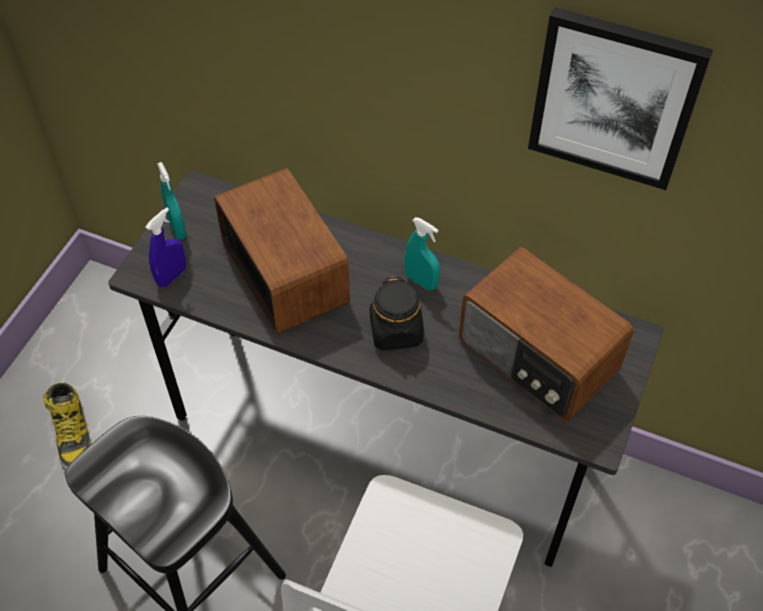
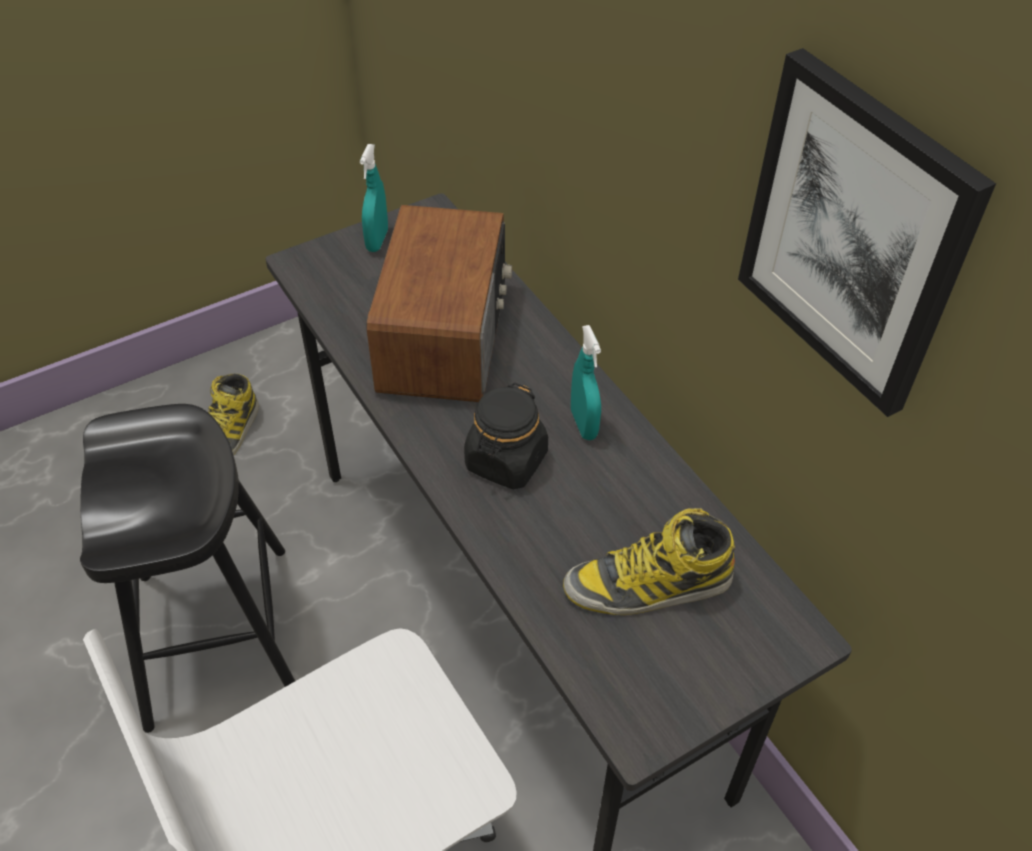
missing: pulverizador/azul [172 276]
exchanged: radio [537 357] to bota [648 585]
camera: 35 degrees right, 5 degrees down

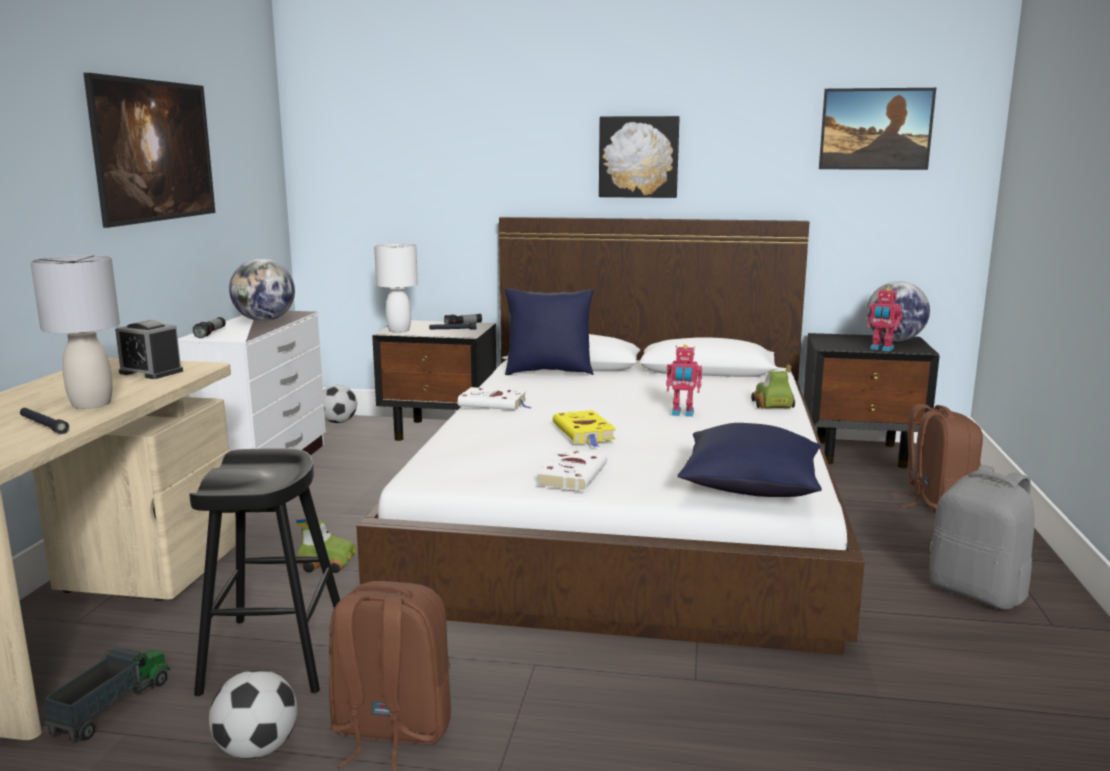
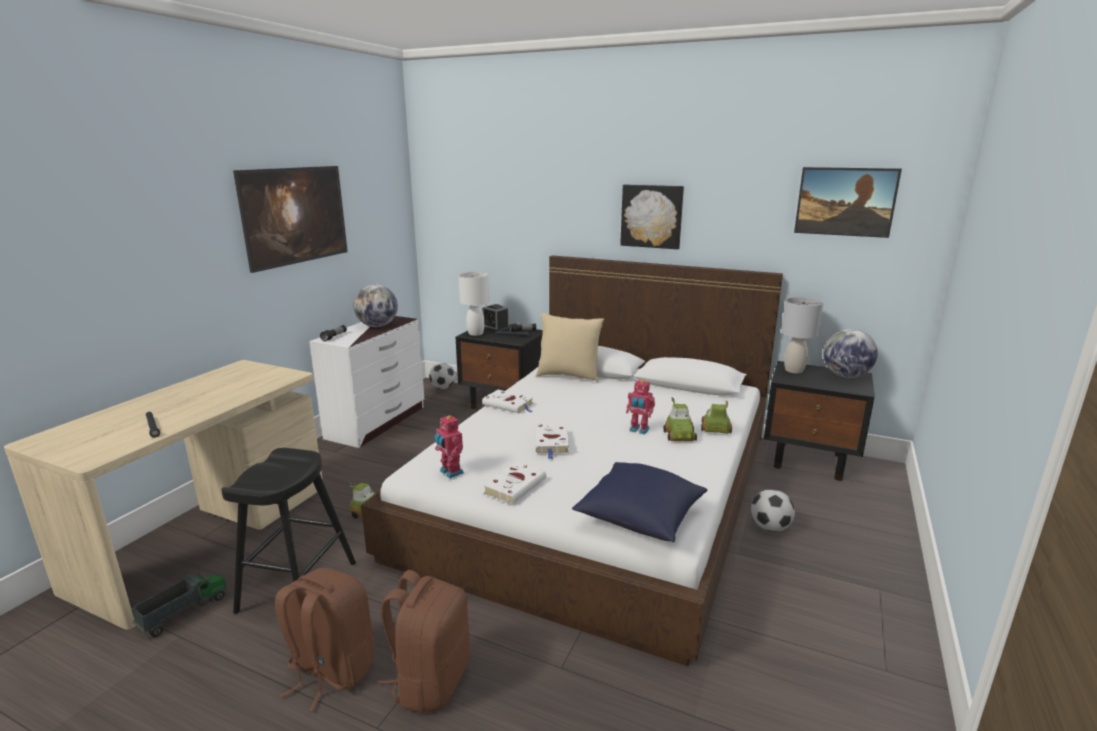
missing: mochila/gris [977 592]
appeared: coche de juguete [680 436]
relocated: lámpara de mesa/gris [90 404] to [793 370]; robot de juguete [881 349] to [450 472]; despertador [151 372] to [495 327]; mochila/marrón [935 503] to [430 680]; balón de fútbol [257 749] to [770 527]
colour: cojín/azul [548 372] to cojín/beis [568 376]; libro/amarillo [585 432] to libro/blanco [551 443]
camera: 15 degrees right, 5 degrees up

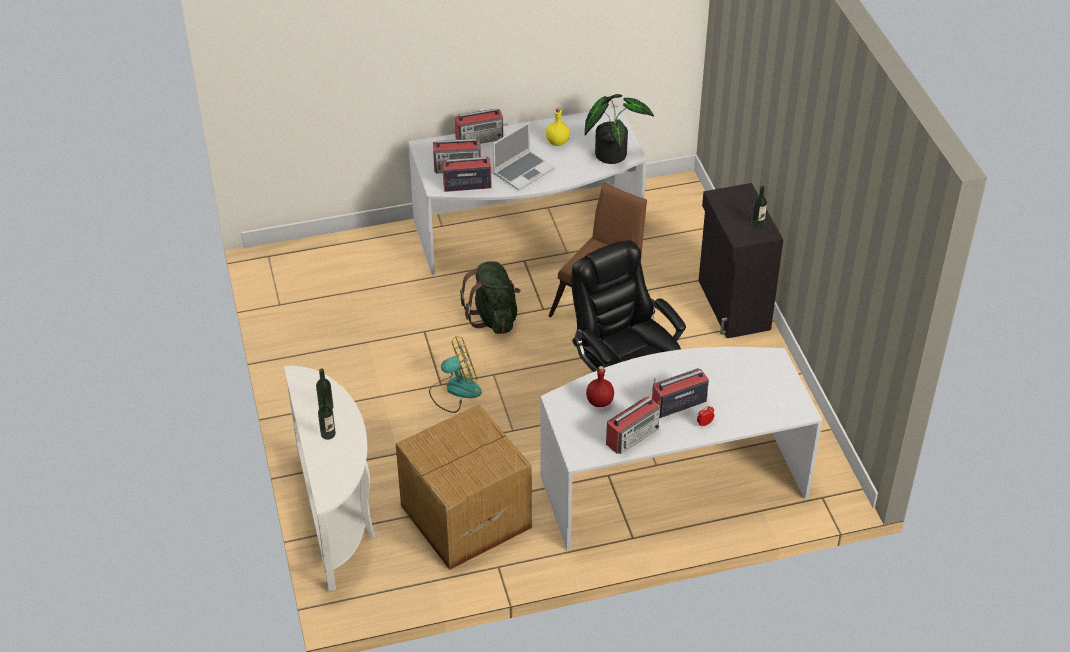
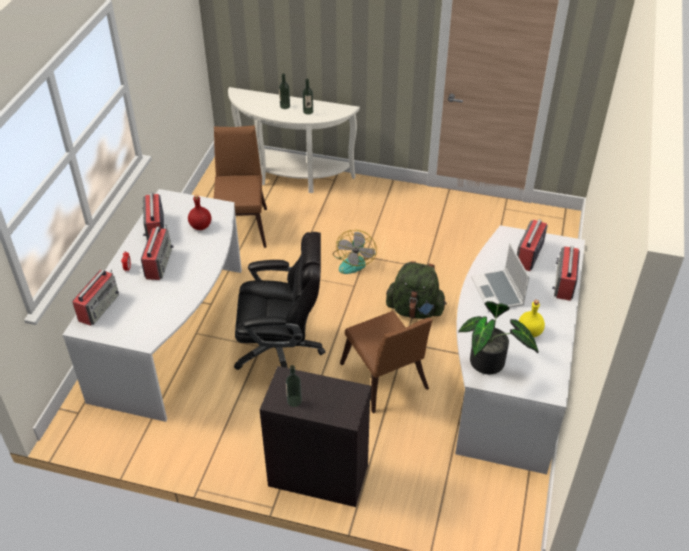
relocated: radio [466 185] to [99 307]
exchanged: caja de cartón [463 516] to silla/marrón [241 224]
camera: 120 degrees right, 0 degrees up

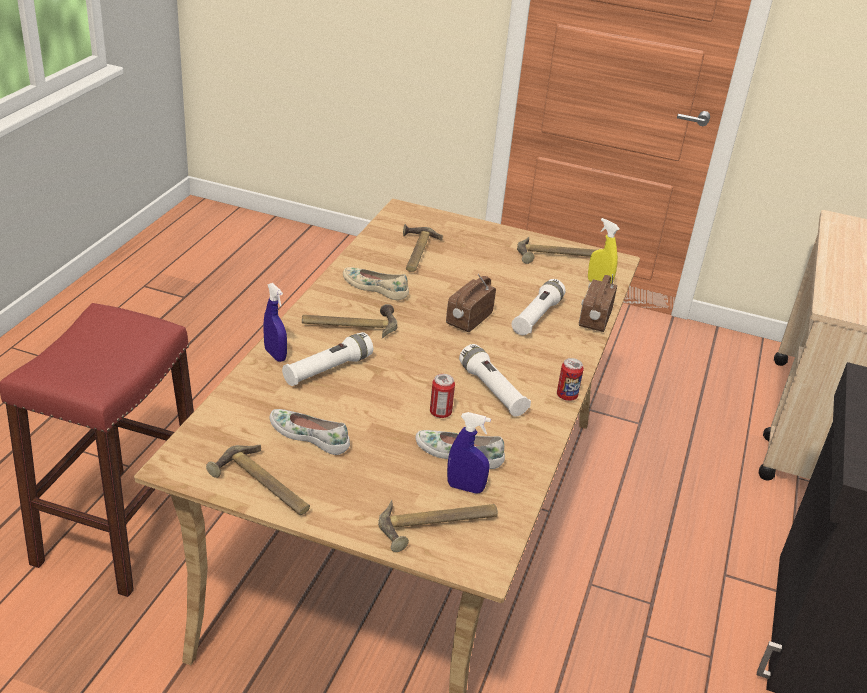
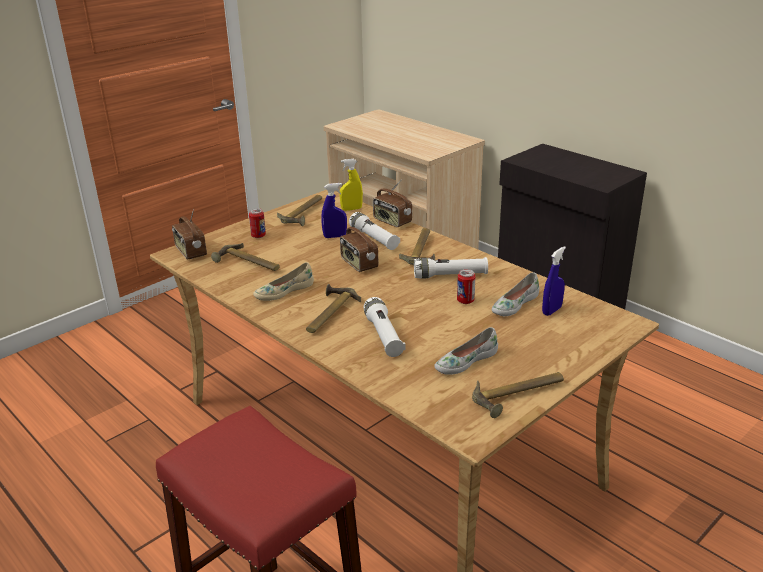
appeared: radio [190 252]
relocated: pulverizador/azul [275 355] to [335 236]; lata [566 396] to [258 236]; martillo [438 526] to [423 250]
camera: 60 degrees left, 5 degrees down

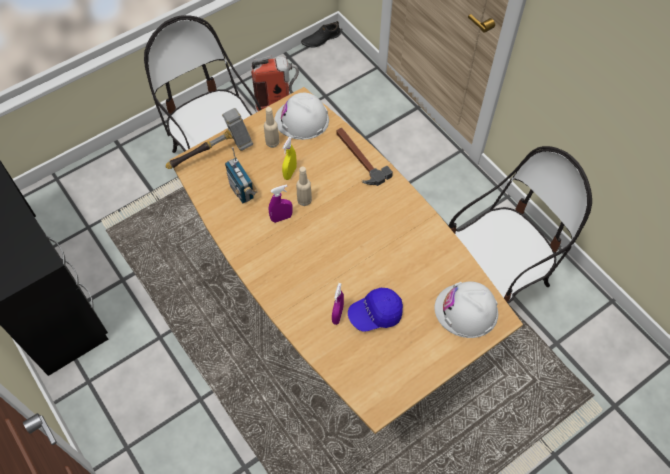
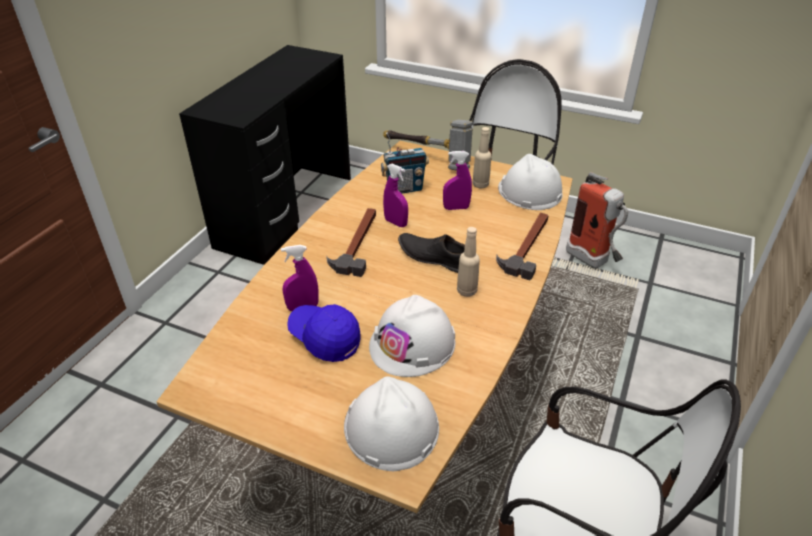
appeared: martillo [357 243]; casco/blanco [413 344]
relocated: zapato/negro [321 39] to [435 257]; botella/beis [304 200] to [467 291]
colour: pulverizador/amarillo [290 173] to pulverizador/morado [456 208]
spun: radio [242 191] = [404 189] 135 degrees counterclockwise
camera: 60 degrees right, 20 degrees down

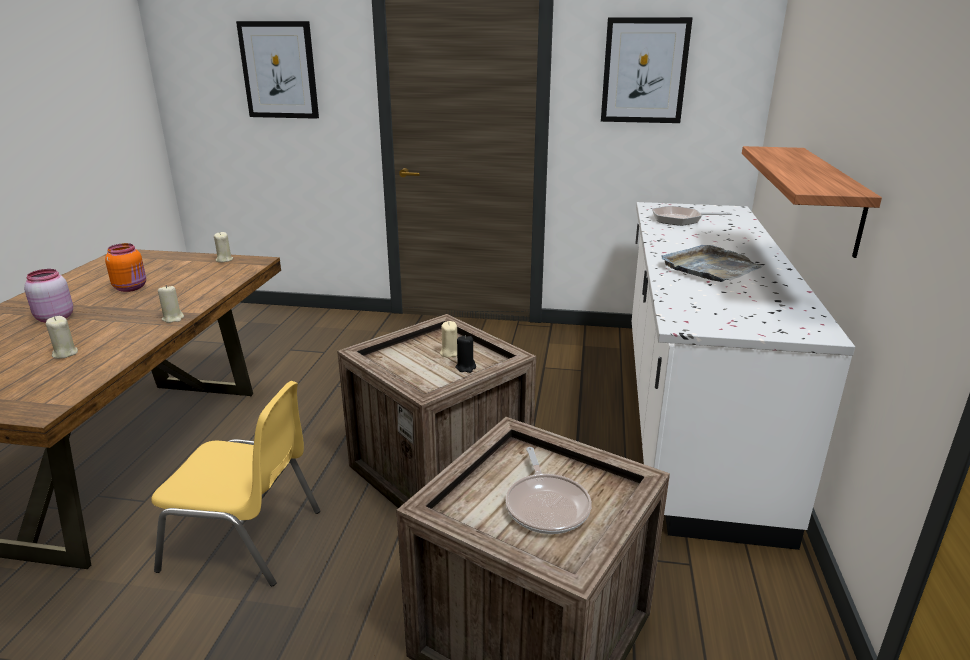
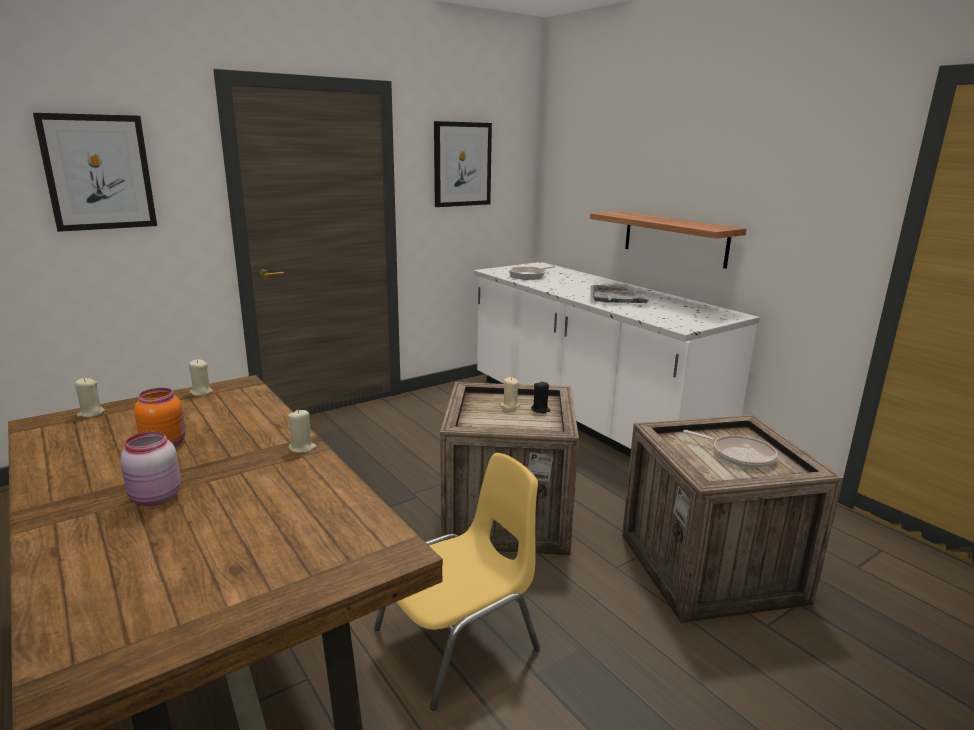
relocated: vela/beis [65 353] to [91 413]
camera: 45 degrees left, 5 degrees down

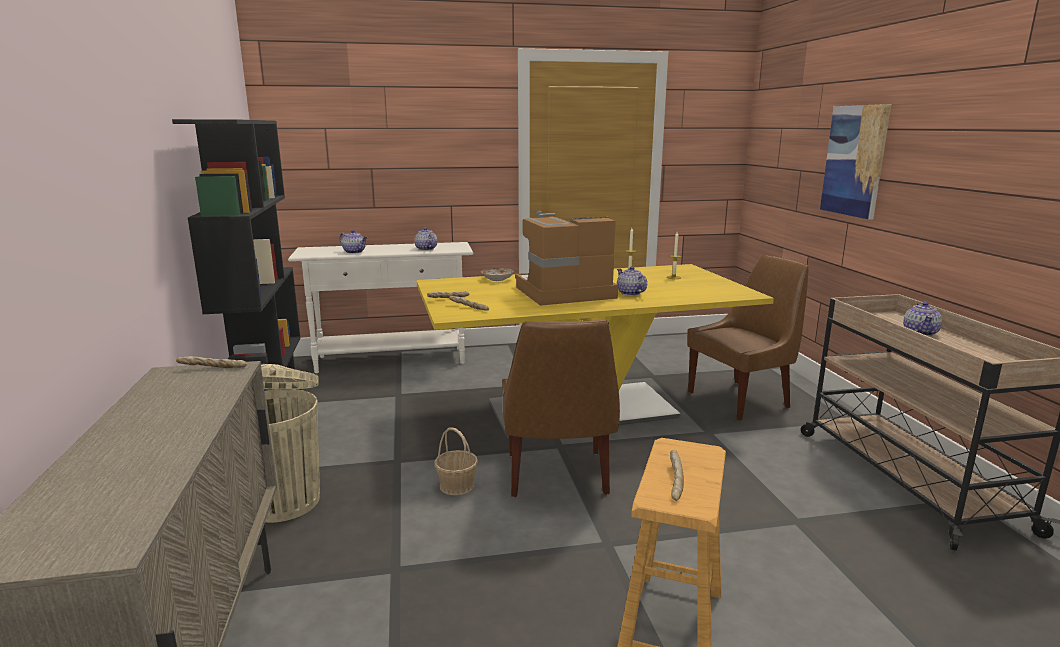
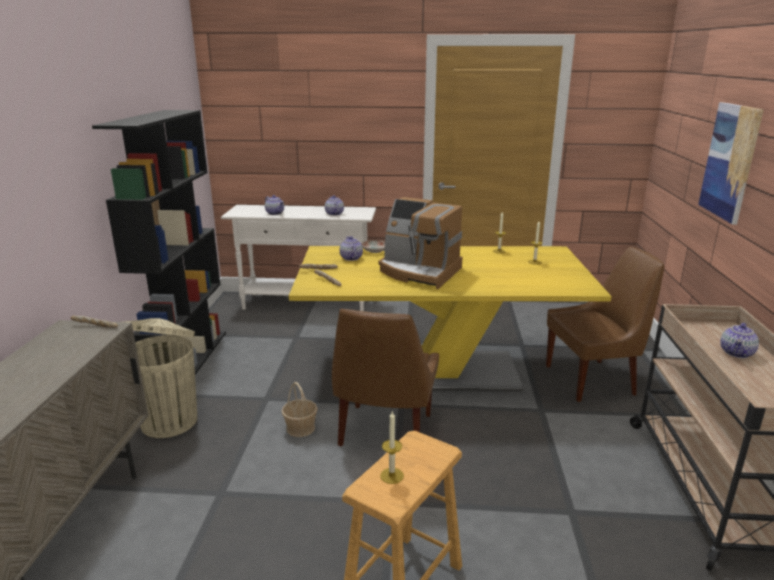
relocated: tetera [630 293] to [351 258]
exchanged: pan [673 481] to vela [392 475]
spun: cafetera [563 293] = [419 272] 150 degrees counterclockwise
camera: 15 degrees right, 5 degrees up

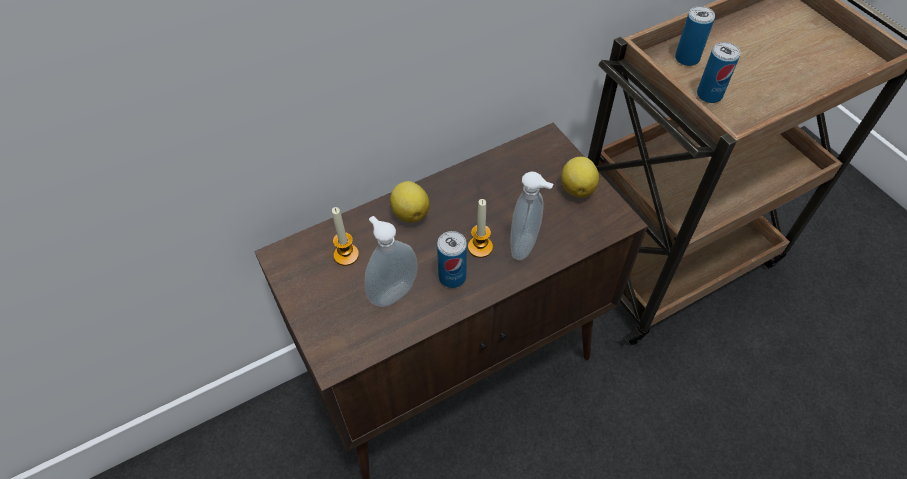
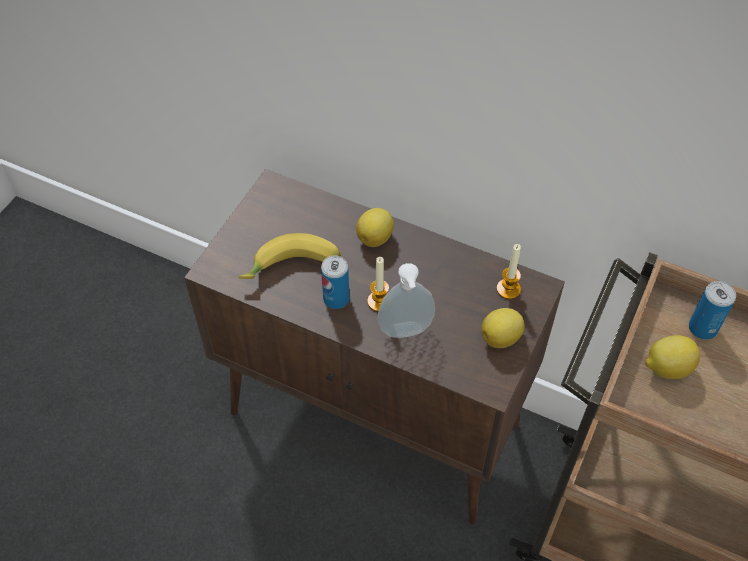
relocated: vela [346 255] to [508 289]
exchanged: lata [709 95] to limón [666 367]; dispensador de jabón [392 291] to plátano [293 269]
camera: 55 degrees right, 0 degrees up

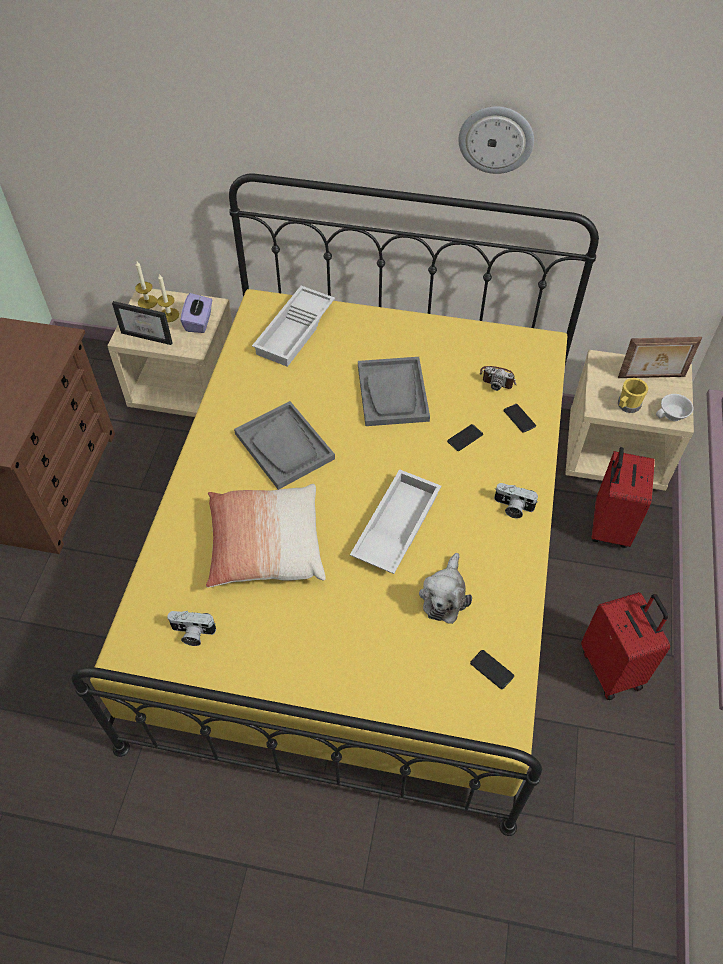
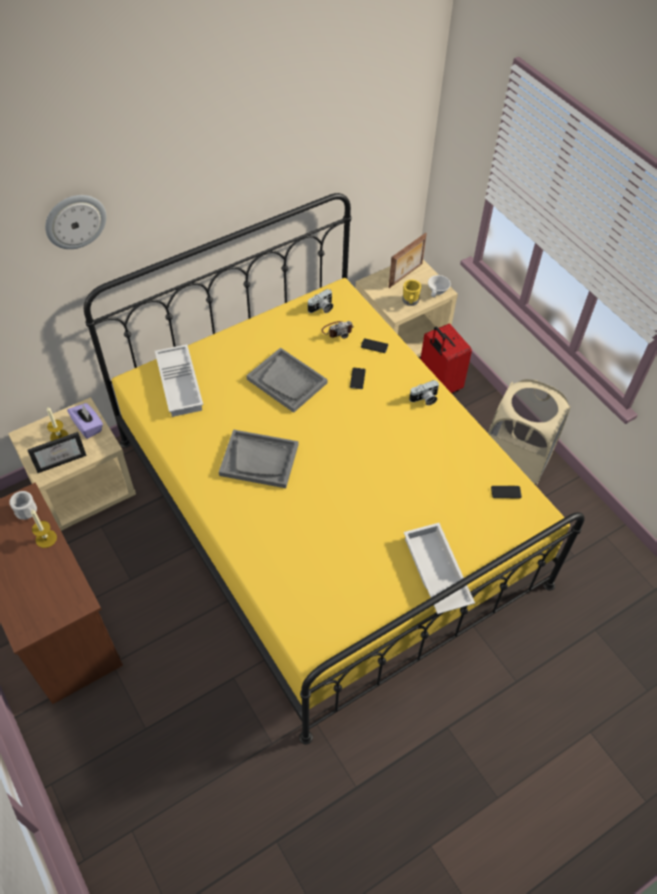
missing: cojín [265 546]; peluche [444 595]
appeared: taza grande/blanco [27 512]
relocated: reloj de pared [496 139] to [75 221]; vela [147 302] to [46 538]; bandeja/blanco [395 526] to [435 572]; cámara [192 633] to [321 308]
exchanged: maleta/rojo [612 668] to cesto de la ropa/beis [515 461]
camera: 45 degrees left, 0 degrees up

